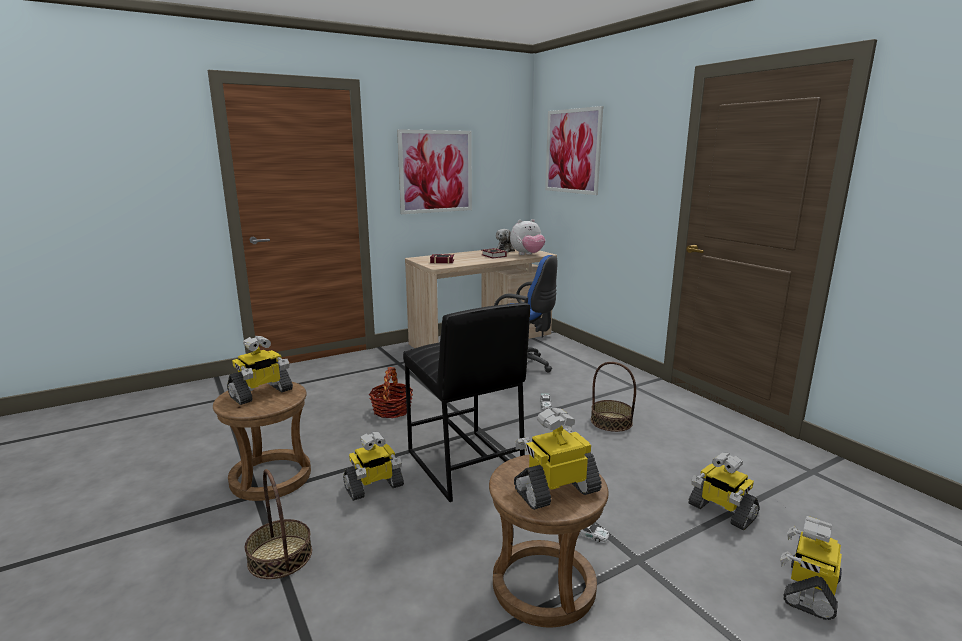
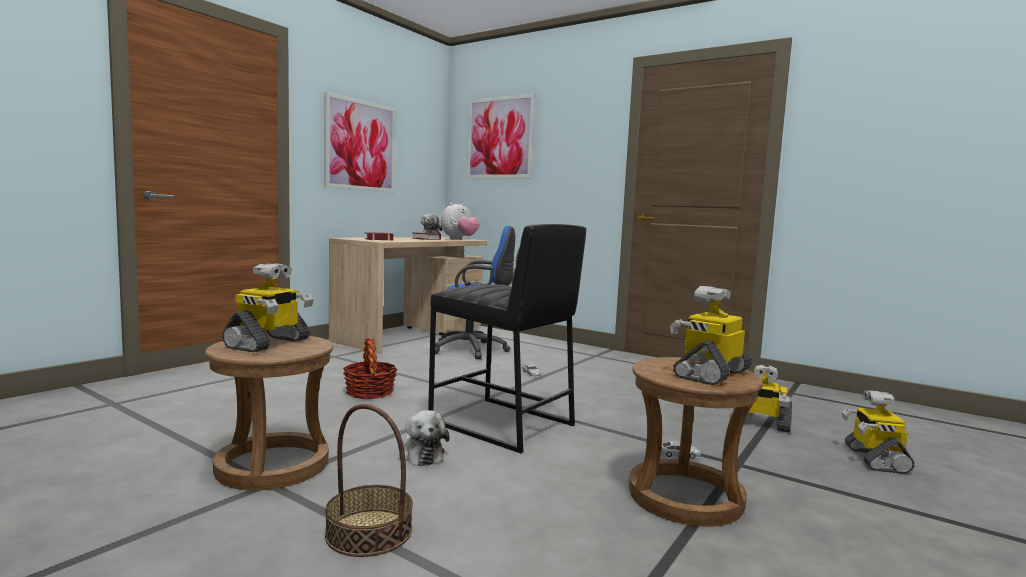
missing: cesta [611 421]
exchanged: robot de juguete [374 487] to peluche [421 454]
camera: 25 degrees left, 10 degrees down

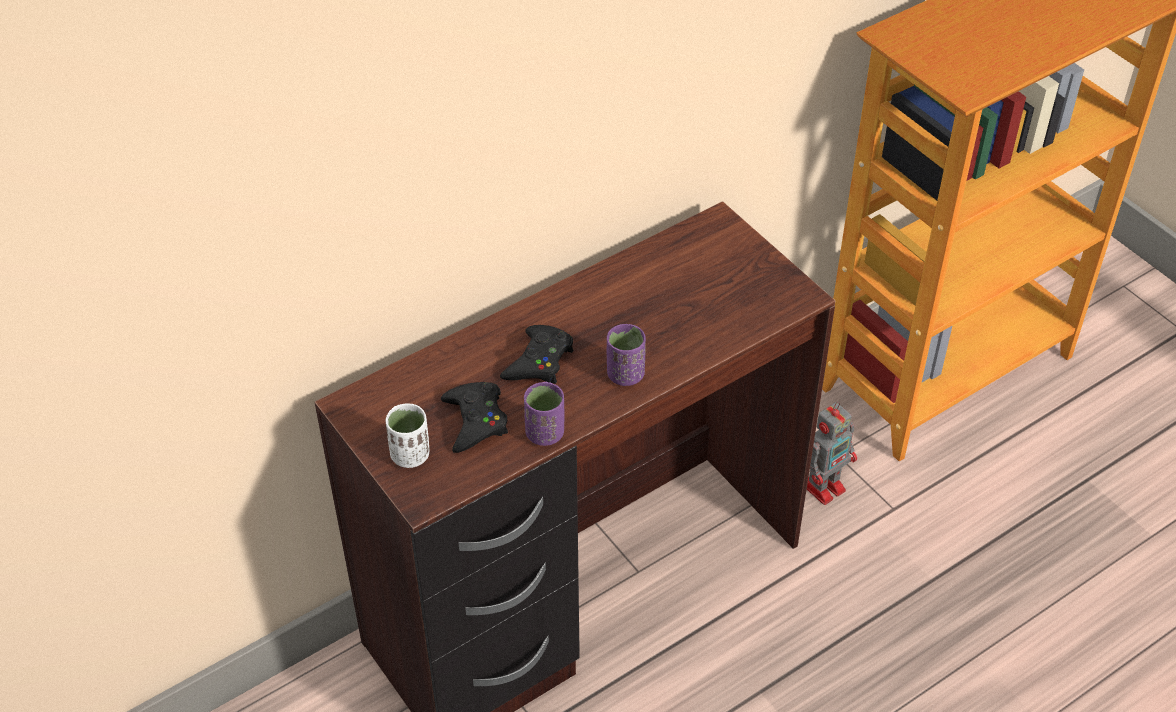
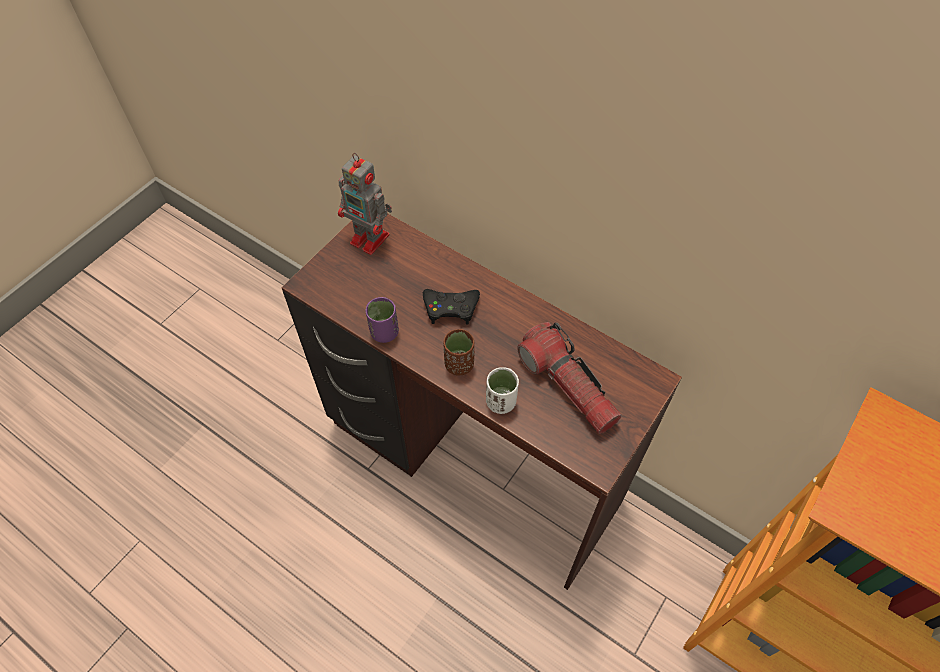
missing: mando de consola/negro [475 421]
appeared: linterna [568 386]
relocated: robot de juguete [824 485] to [371 240]; taza/blanco [410 455] to [501 402]
colour: taza/morado [625 374] to taza/marrón [459 364]
camera: 70 degrees right, 10 degrees up

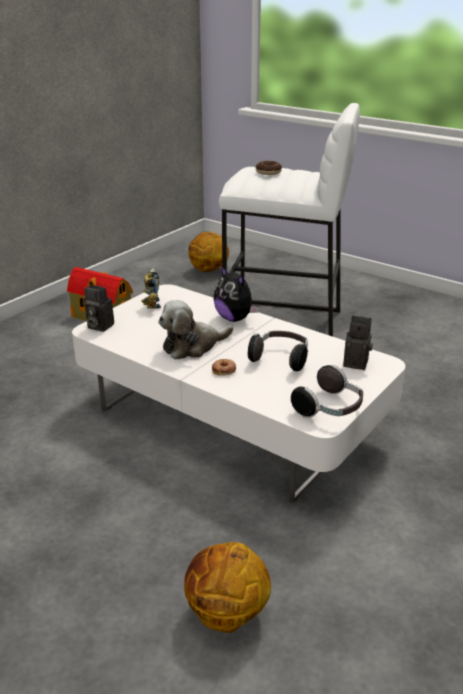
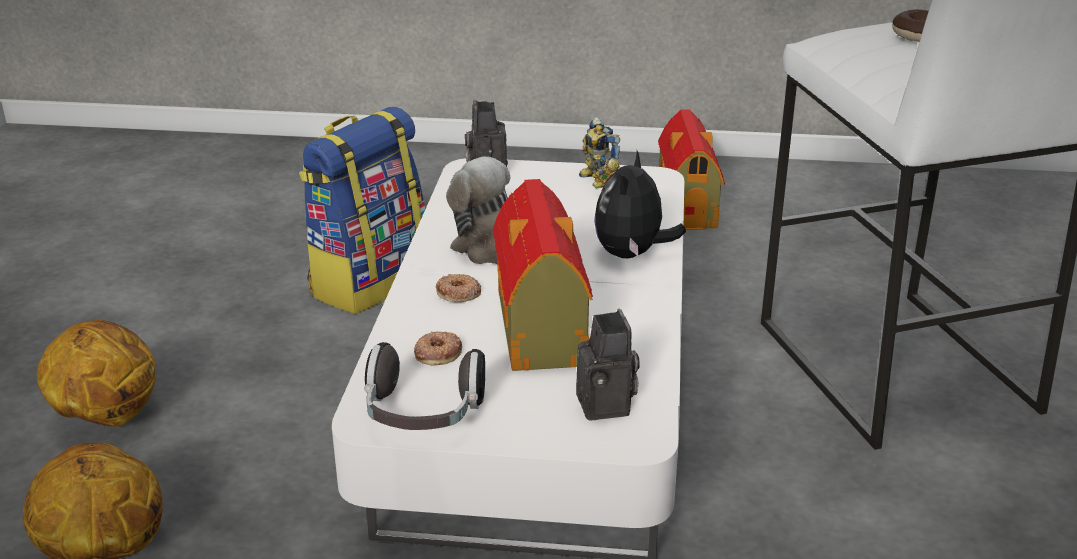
appeared: mochila [369 281]; rosquilla [437 353]
relocated: balón de baloncesto [208 270] to [106 417]
exchanged: auriculares [280 359] to casita [540 330]
spun: robot de juguete [151 304] = [595 181] 75 degrees counterclockwise
camera: 60 degrees right, 0 degrees up

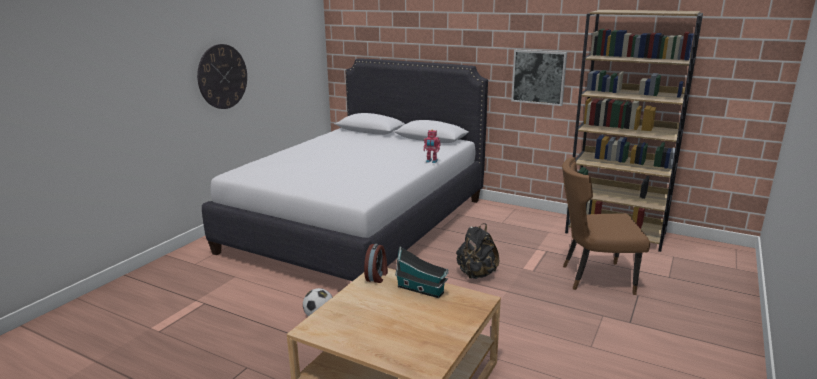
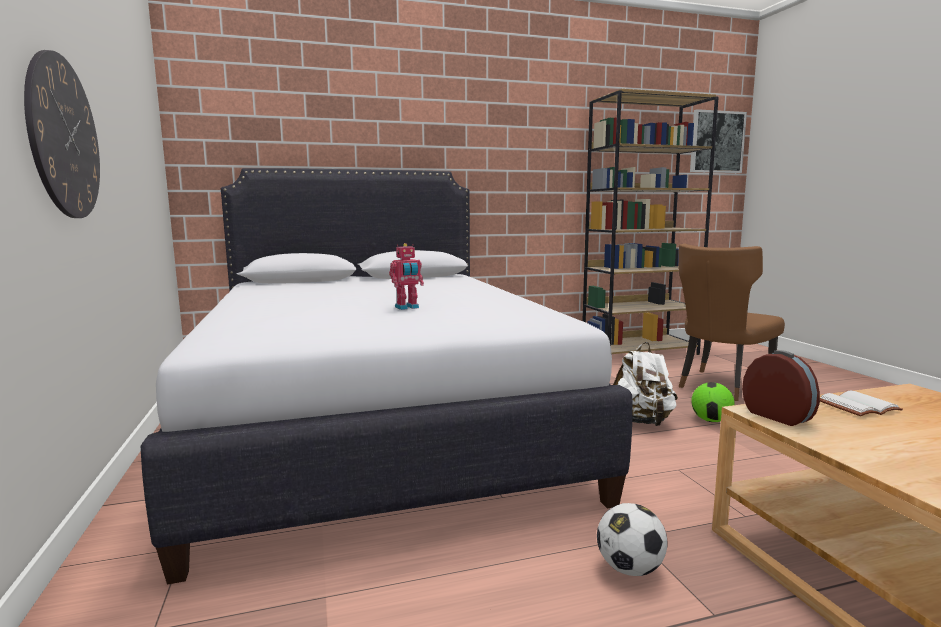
appeared: balón de fútbol [711 420]
relocated: cuadro [538 77] to [716 142]; robot de juguete [431 161] to [407 308]
exchanged: casita [422 290] to libro/blanco [859 407]
colour: mochila/negro [476 274] to mochila/blanco [641 422]
camera: 45 degrees left, 10 degrees down

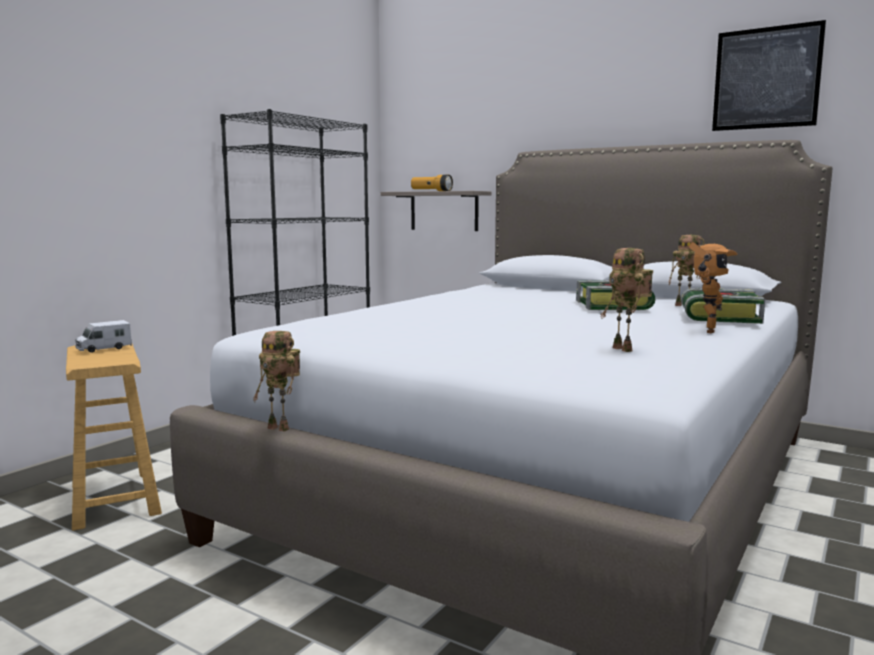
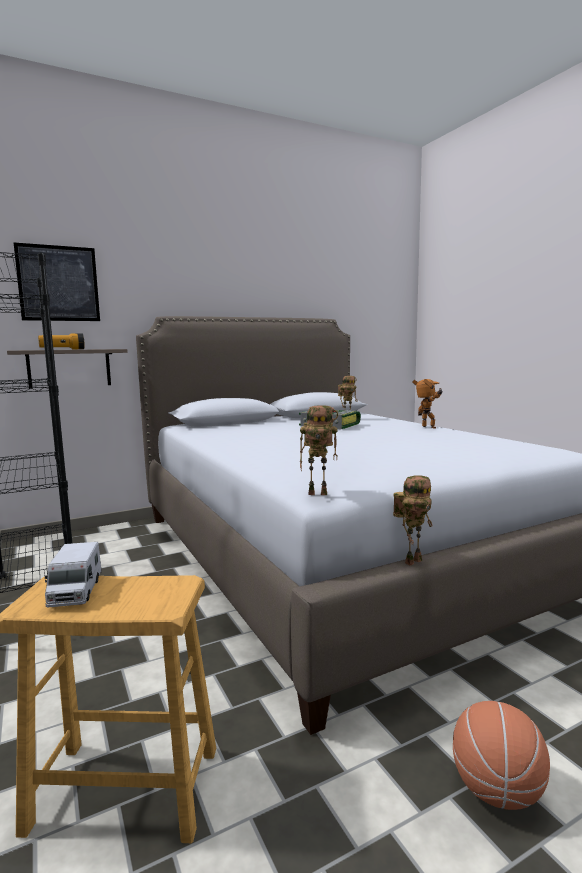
missing: libro [718 317]
appeared: balón de baloncesto [497 791]
relocated: cuadro [766 78] to [58 283]; robot de juguete [625 349] to [319 493]
camera: 60 degrees left, 0 degrees up

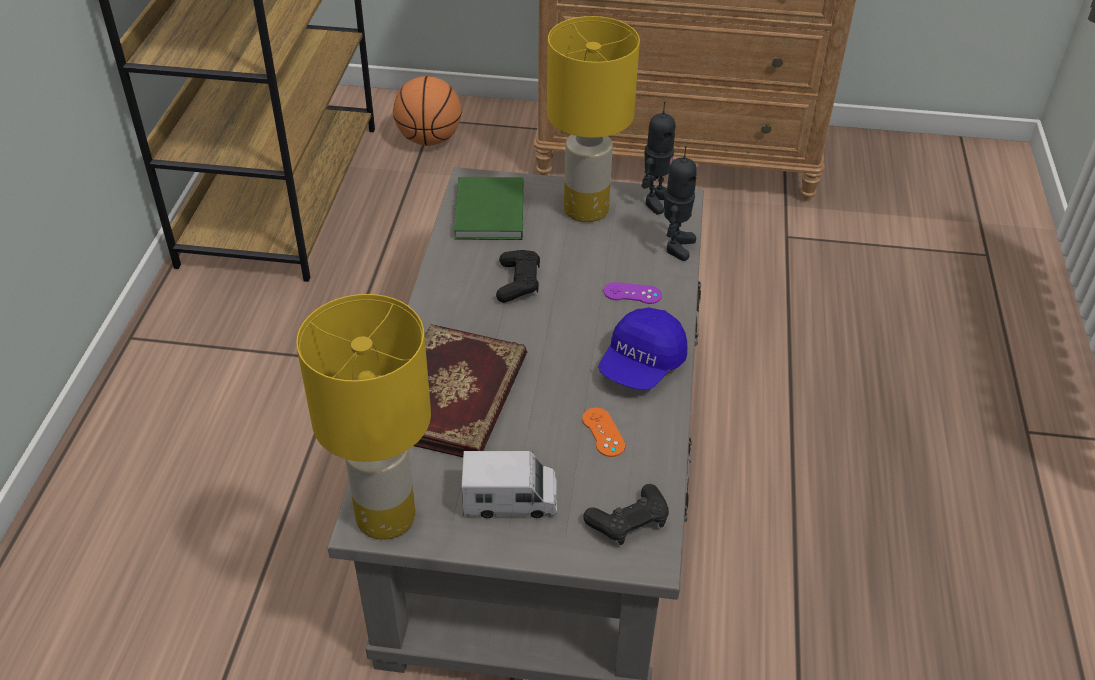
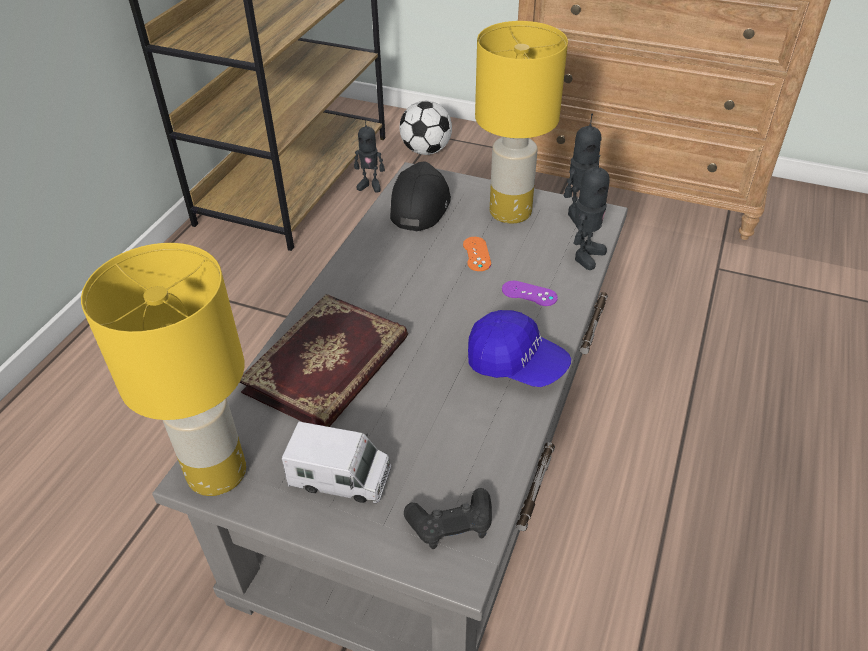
missing: mando de consola/negro [518 283]
appeared: robot de juguete [370 186]
relocated: mando de consola/naranja [603 432] to [476 254]
exchanged: balón de baloncesto [429 139] to balón de fútbol [426 151]; libro/verde [488 213] to gorra/negro [420 204]
spun: gorra/azul [641 365] = [516 364] 105 degrees counterclockwise
camera: 15 degrees right, 0 degrees up

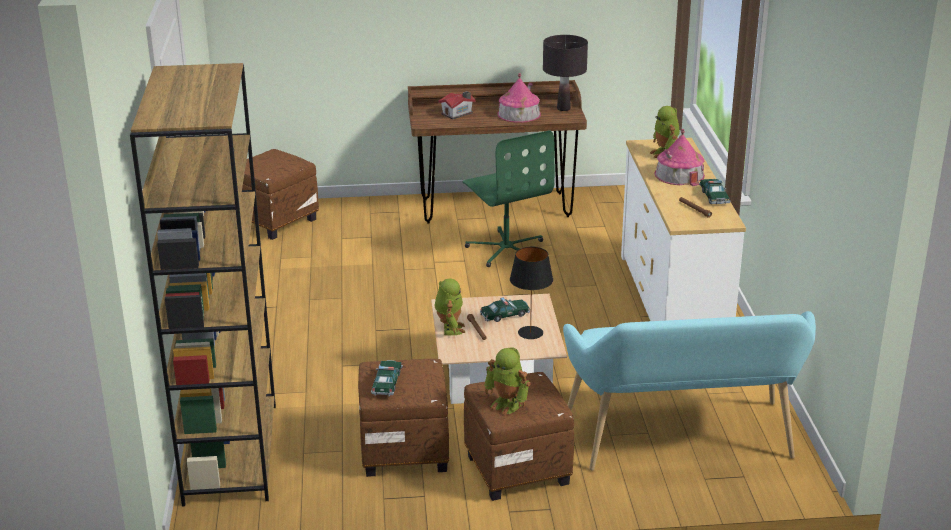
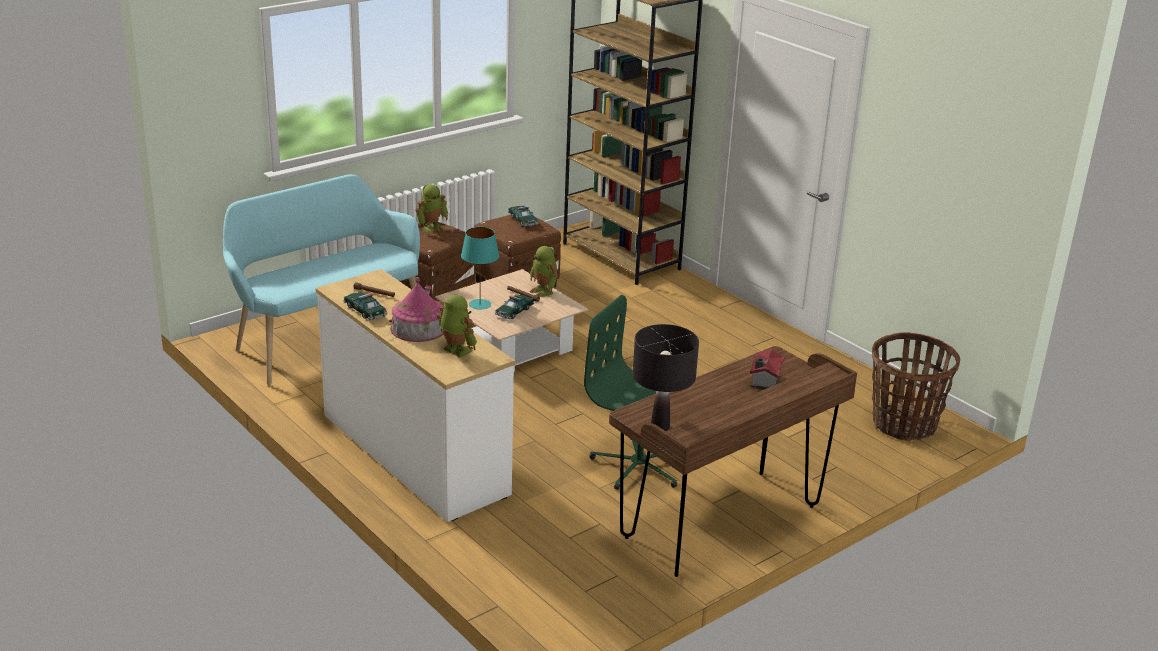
missing: casita [519 114]
exchanged: puf/marrón [276 221] to cesta [903 425]
colour: lámpara de mesa/negro [530 332] to lámpara de mesa/turquesa [480 304]
spun: robot de juguete [507 404] = [432 228] 135 degrees clockwise
camera: 145 degrees right, 0 degrees up

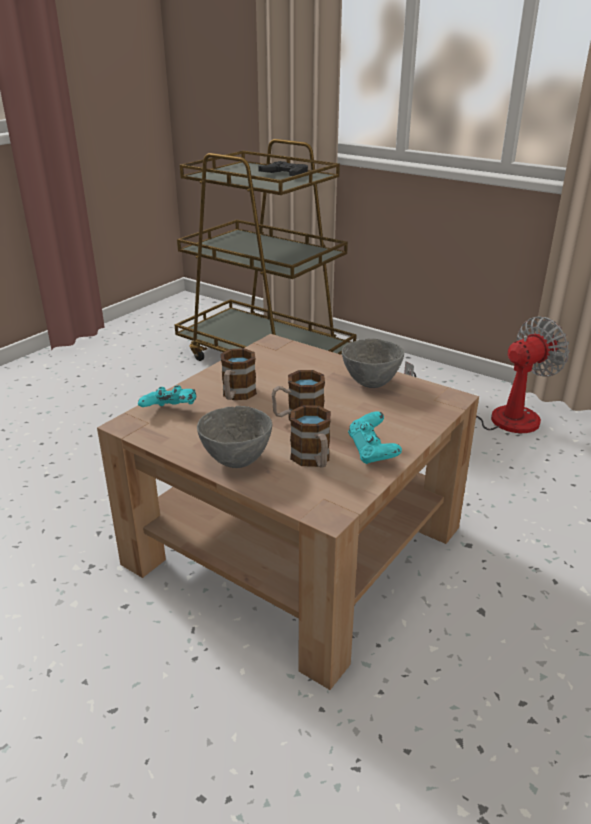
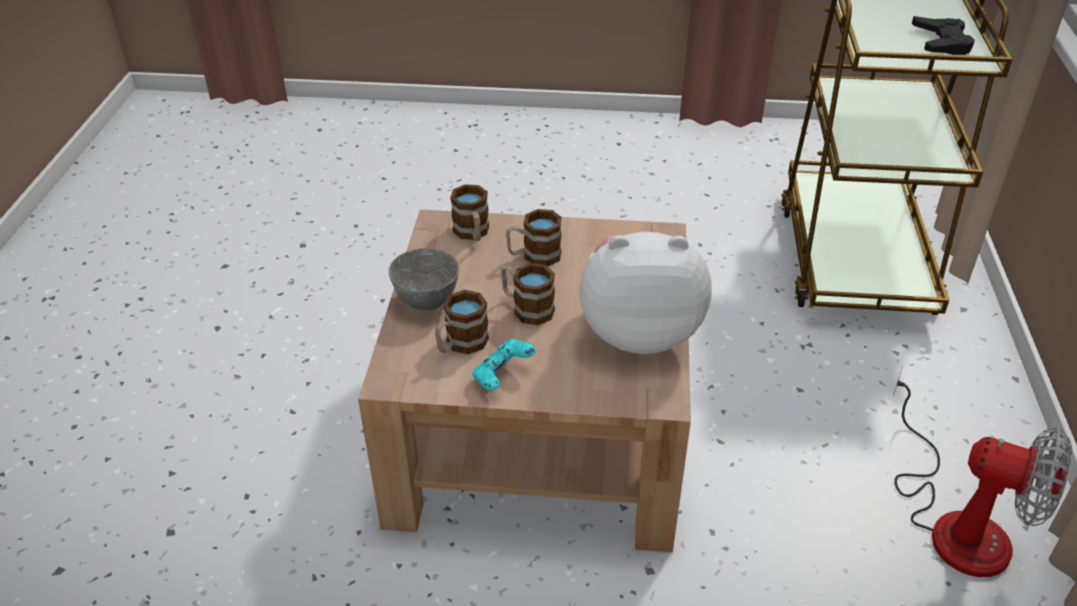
exchanged: cuenco/gris [371 383] to peluche [639 331]; mando de consola/turquesa [170 412] to taza grande [472 233]
camera: 60 degrees right, 10 degrees up

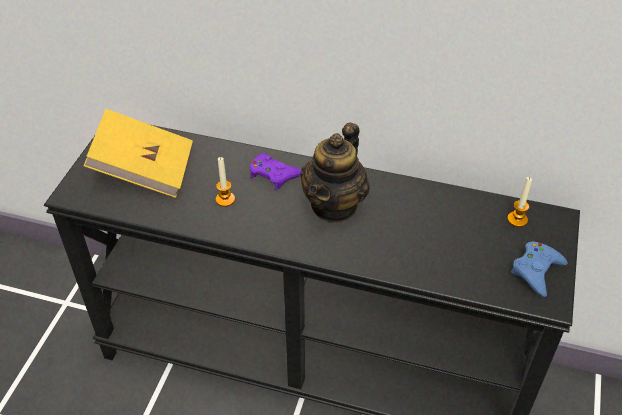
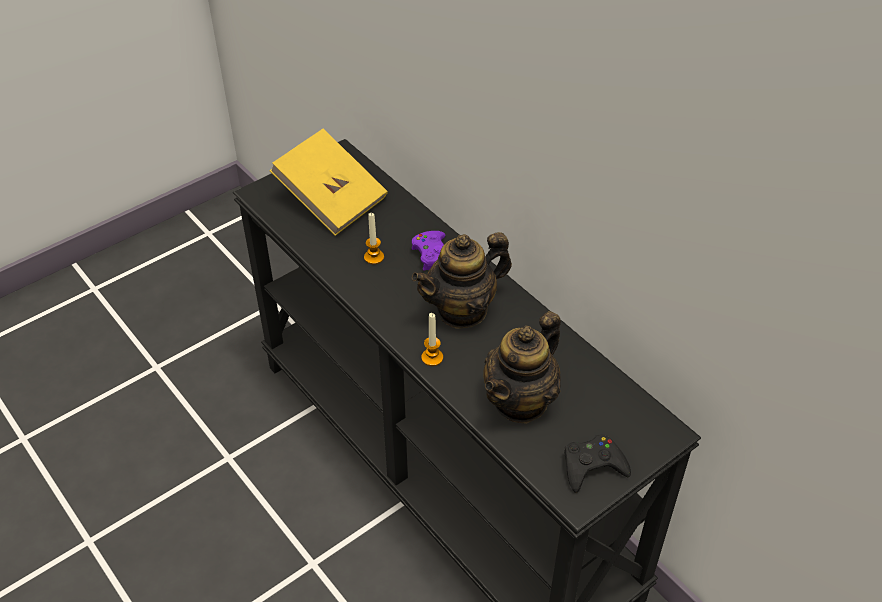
appeared: tetera [521 401]
relocated: vela [517 219] to [432 357]
colour: mando de consola/azul [536 271] to mando de consola/negro [592 466]
camera: 35 degrees right, 0 degrees up

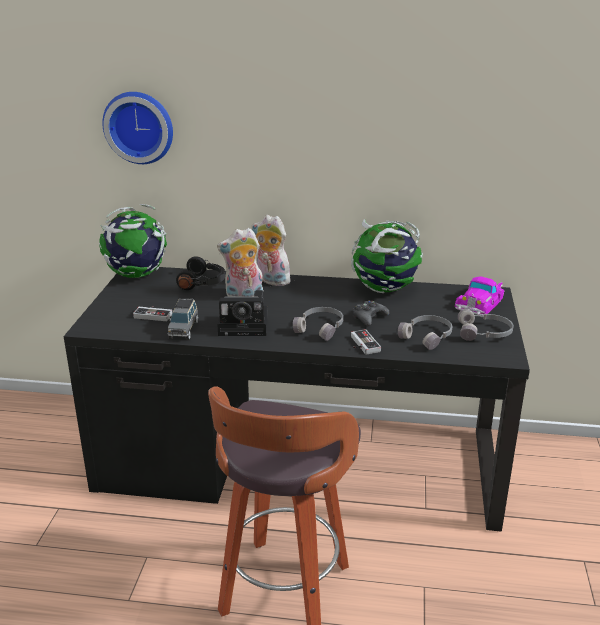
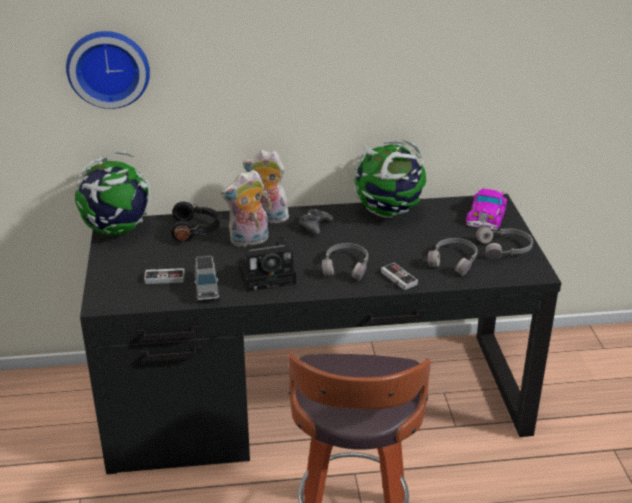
relocated: mando de consola/negro [369 317] to [314 226]
camera: 15 degrees left, 5 degrees up

